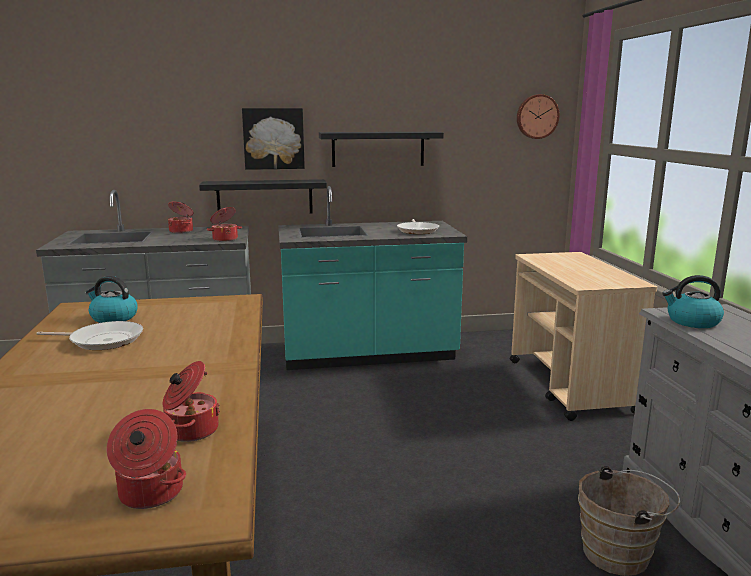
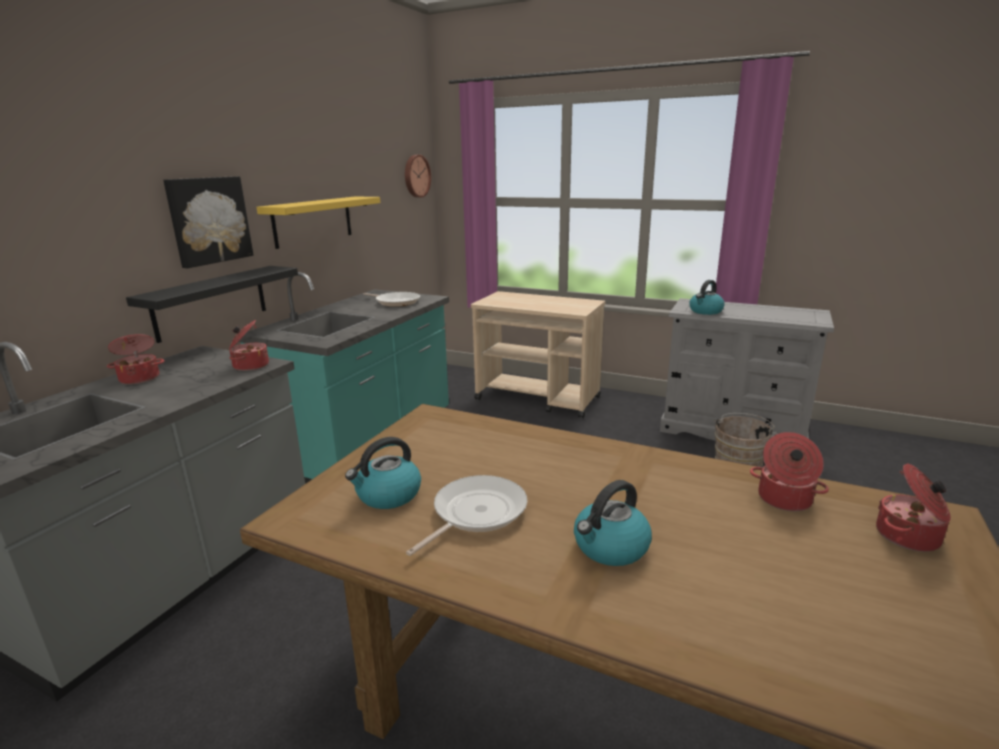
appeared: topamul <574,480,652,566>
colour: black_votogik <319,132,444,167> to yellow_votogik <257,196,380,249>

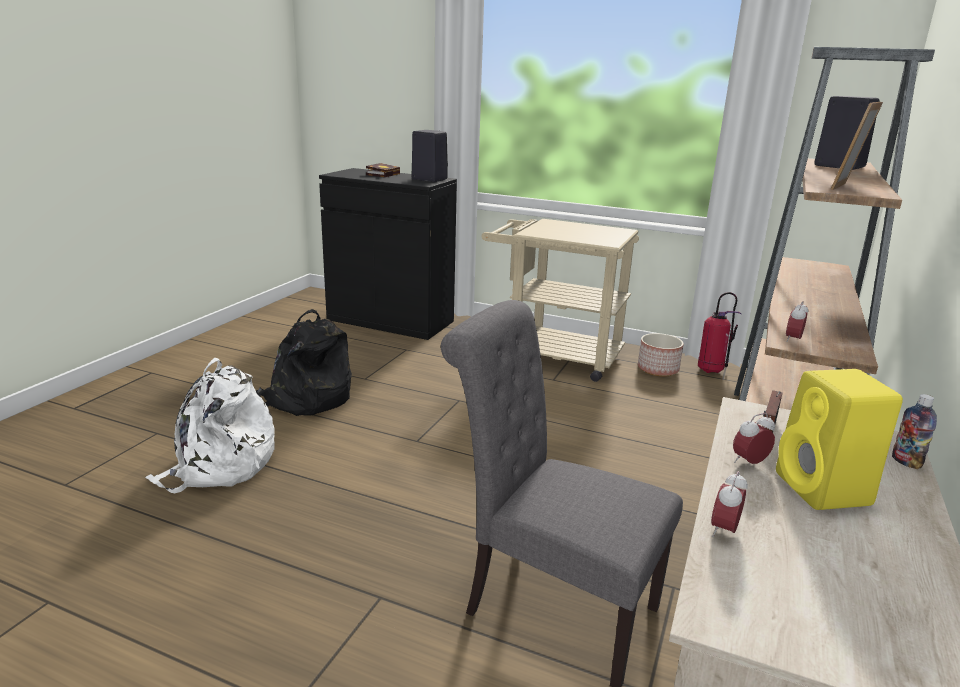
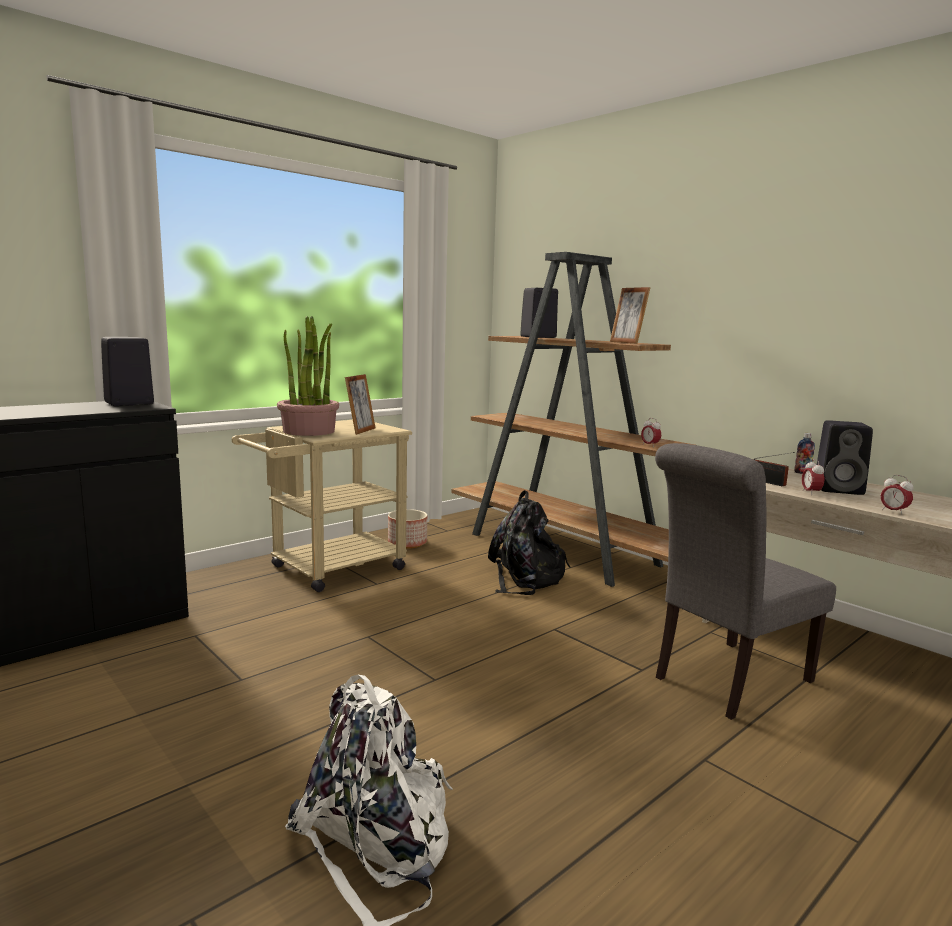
missing: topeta <366,163,400,177>; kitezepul <698,292,741,373>
appeared: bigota <277,316,339,436>; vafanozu <345,374,376,435>
relocated: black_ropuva <256,309,352,416> to <488,490,571,595>
colour: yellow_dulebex <776,369,903,510> to black_dulebex <817,420,873,495>

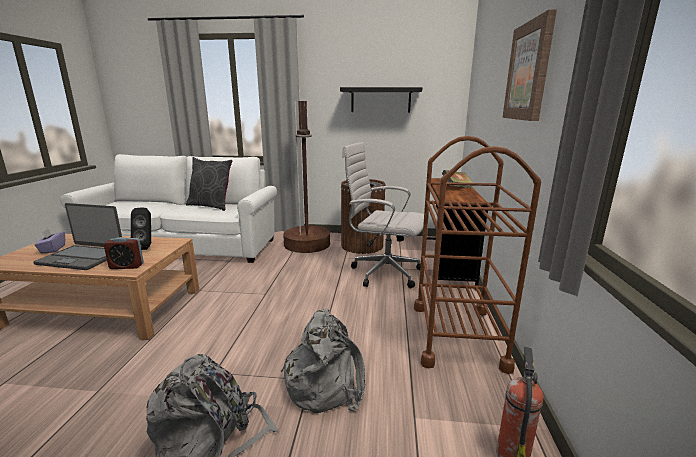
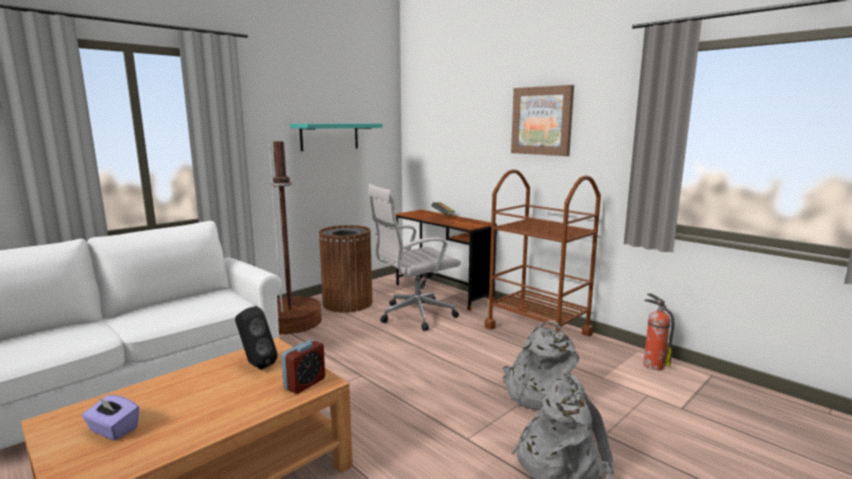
missing: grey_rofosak <186,157,232,211>; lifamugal <33,203,122,270>
colour: black_votogik <340,87,422,112> to turquoise_votogik <290,123,383,151>

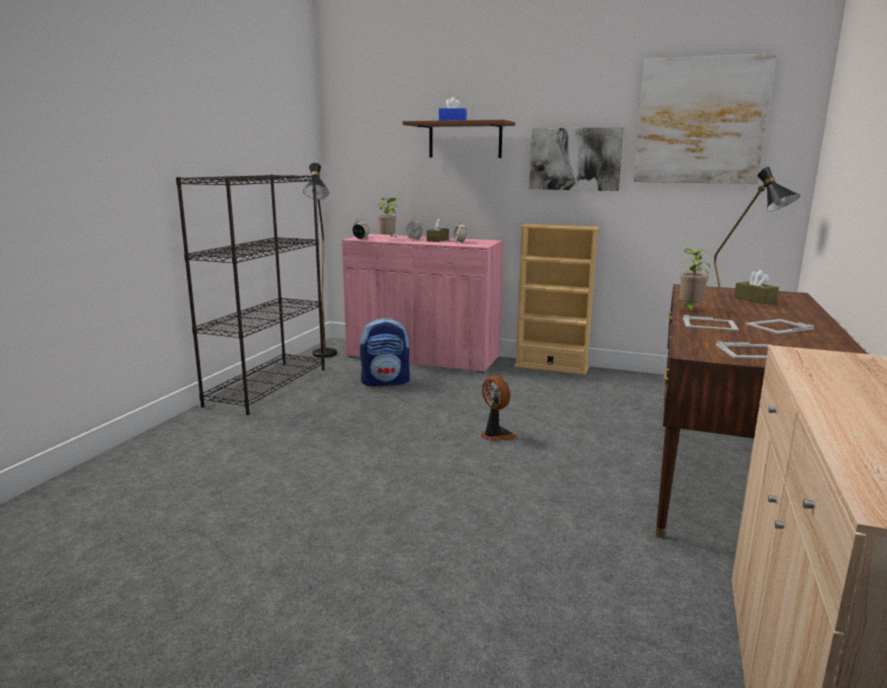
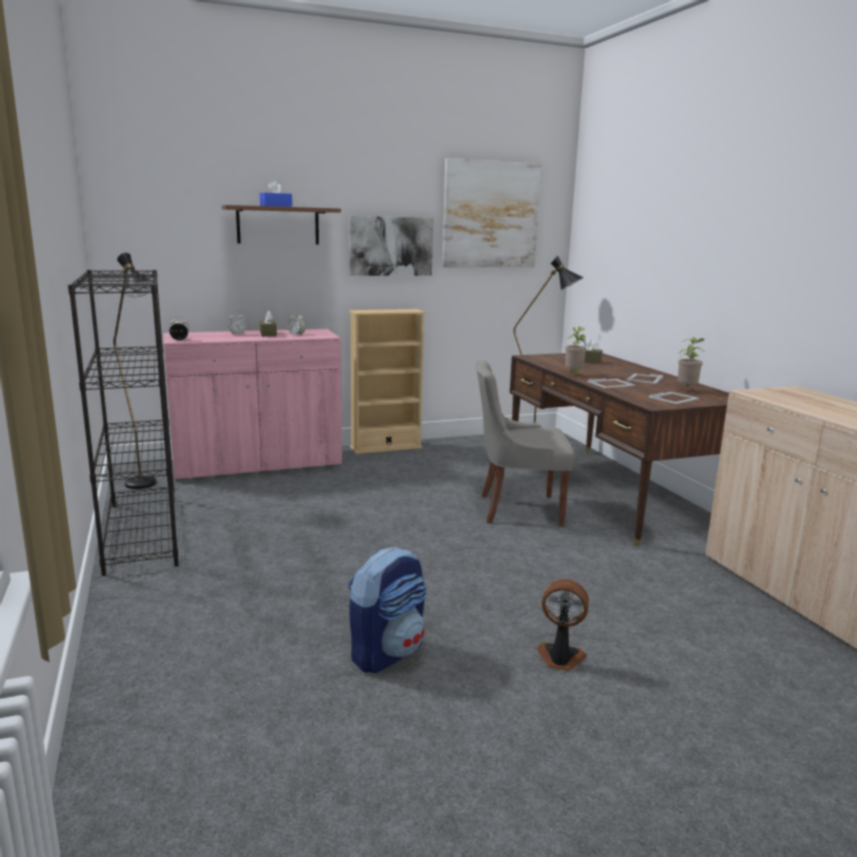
appeared: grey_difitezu <476,360,574,527>
relocated: bigota <378,198,399,238> to <678,337,704,387>; ropuva <360,318,410,386> to <348,546,427,673>; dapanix <481,375,517,440> to <537,579,589,671>

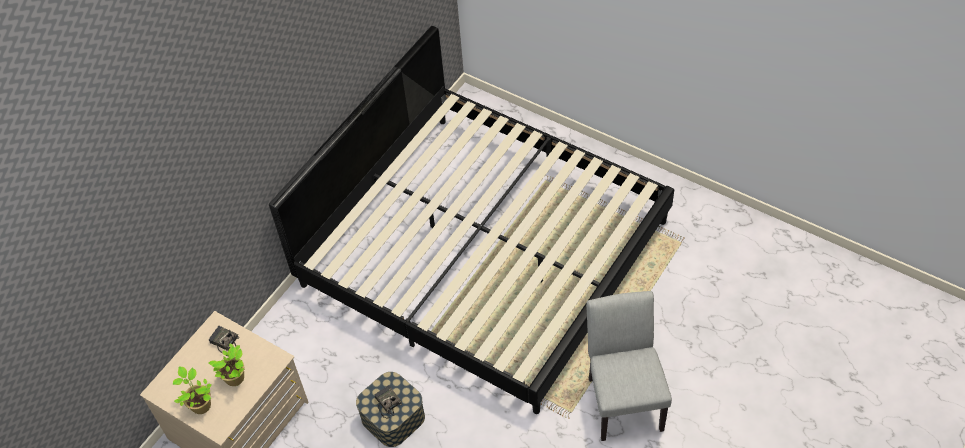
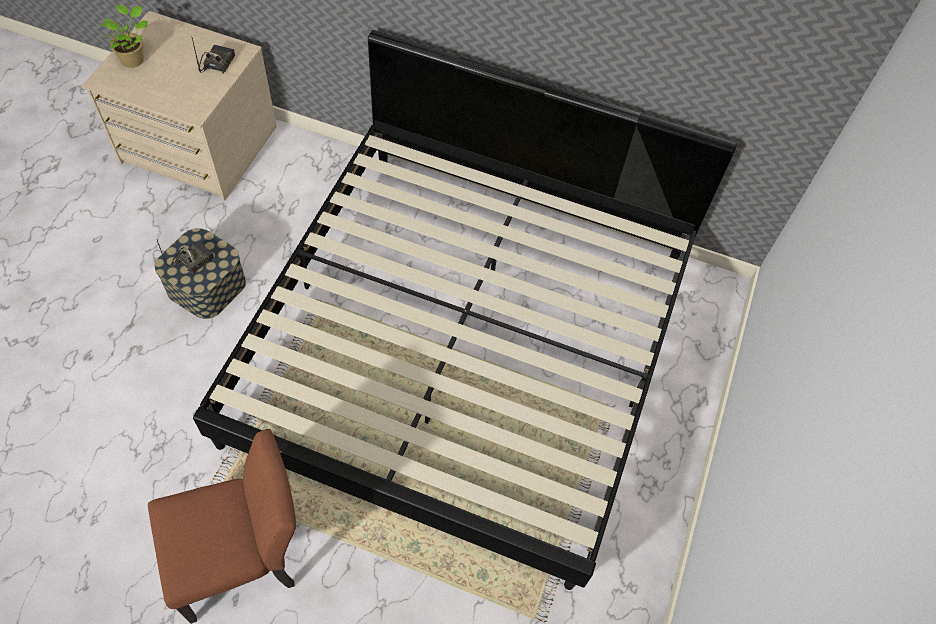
missing: bigota <209,344,244,386>
colour: grey_difitezu <586,291,672,441> to brown_difitezu <148,429,296,624>

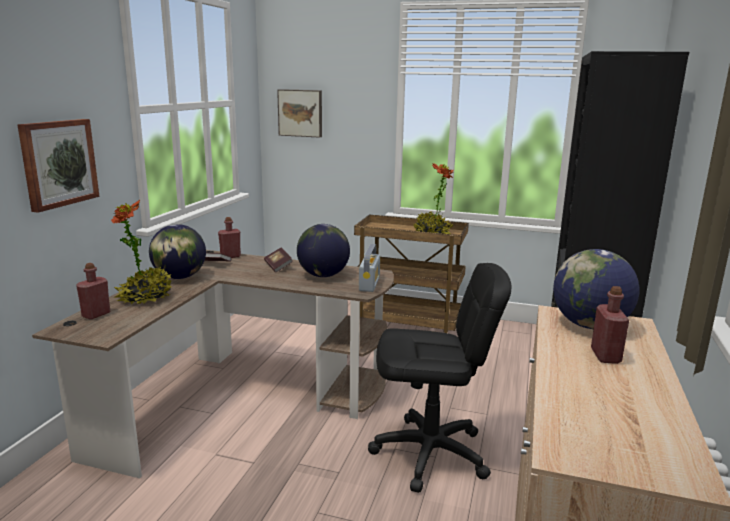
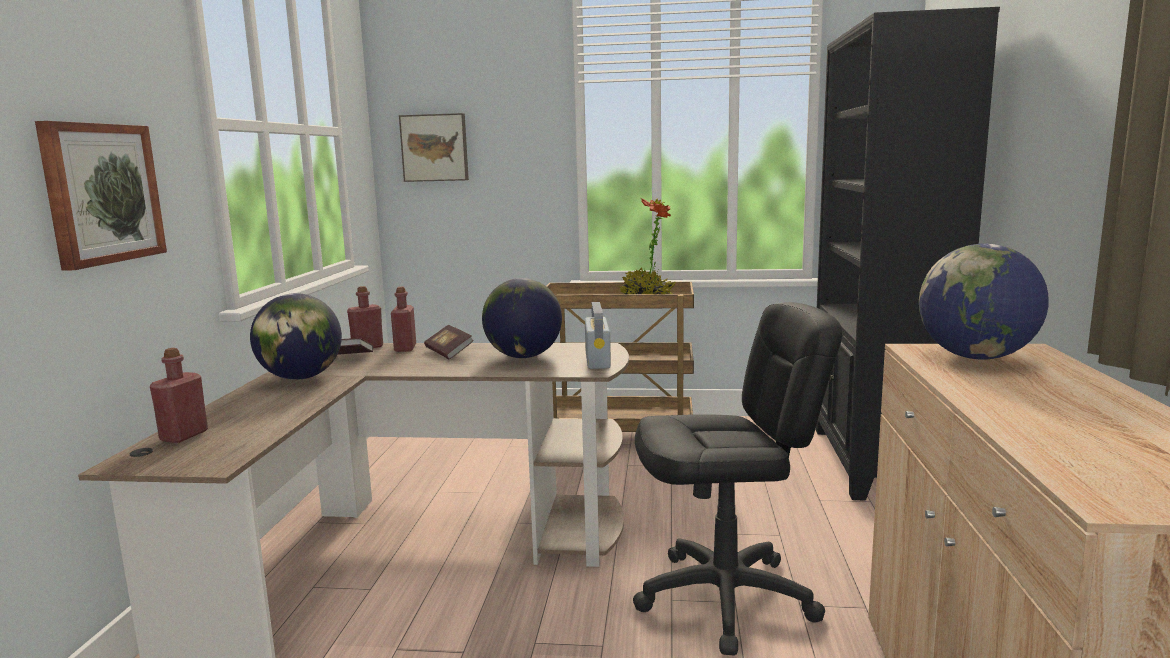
missing: bigota <111,200,172,304>
relocated: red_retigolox <591,286,629,364> to <391,287,416,352>

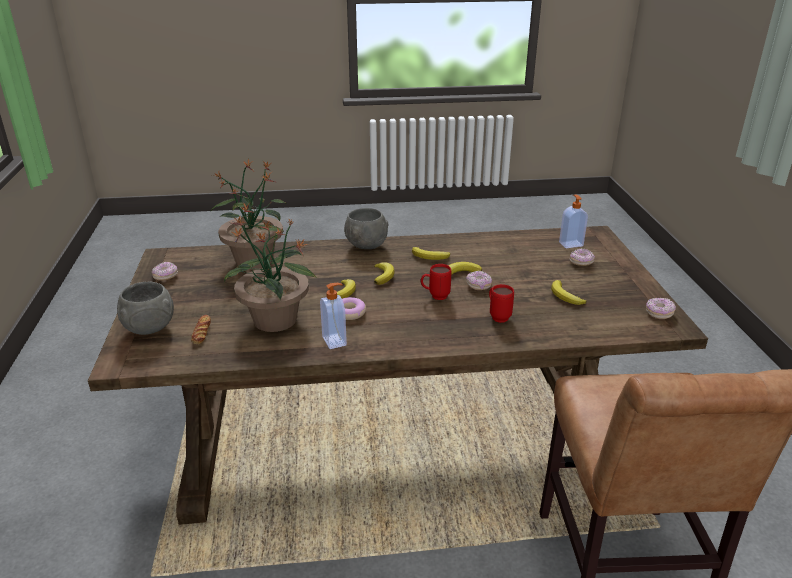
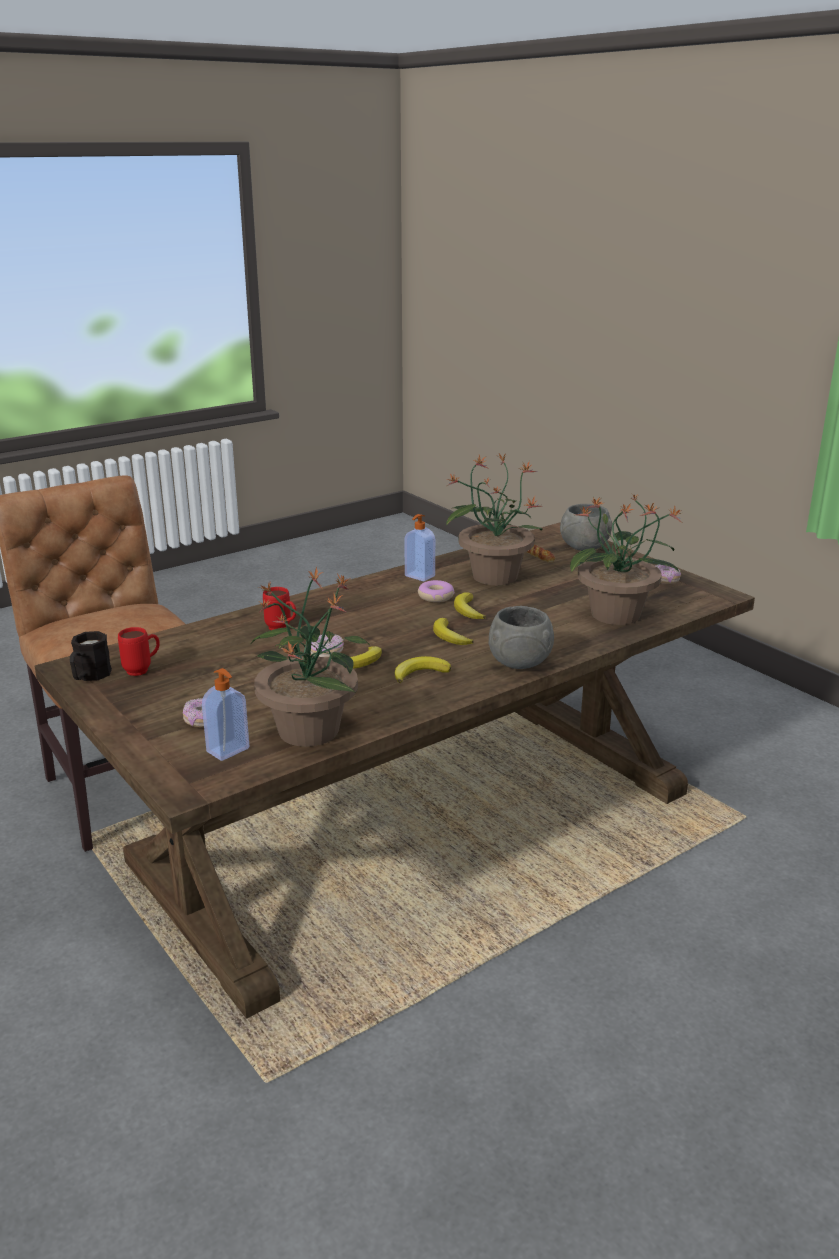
missing: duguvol <551,280,586,305>
appeared: bigota <251,566,370,747>
relocated: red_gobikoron <421,264,451,300> to <118,627,160,676>
exchanged: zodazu <646,298,676,319> to black_gobikoron <70,631,112,681>

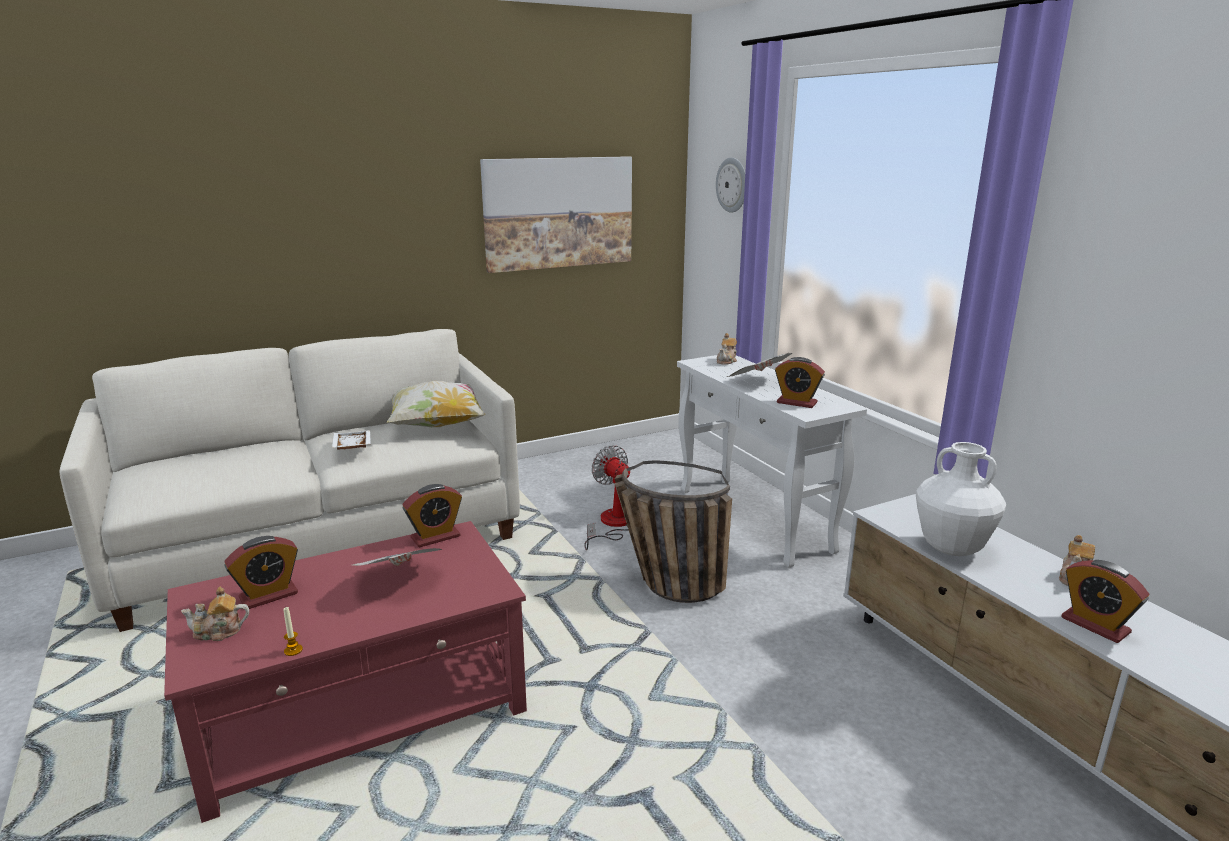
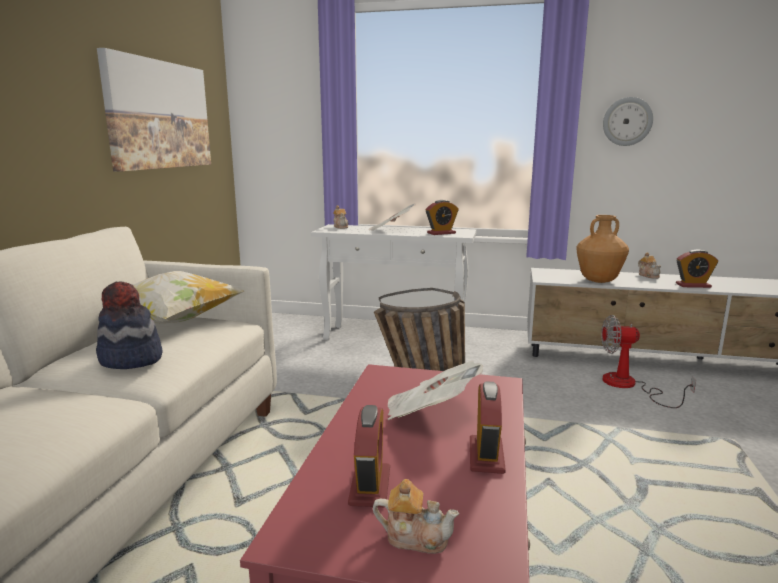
missing: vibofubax <283,607,303,656>
relocated: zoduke <716,158,745,213> to <603,97,653,146>; dapanix <584,445,630,550> to <601,315,696,408>; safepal <402,484,462,548> to <470,381,506,474>
exchanged: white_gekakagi <332,430,371,450> to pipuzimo <96,282,162,369>
colour: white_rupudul <916,442,1006,556> to brown_rupudul <576,215,629,283>
spun: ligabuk <181,587,249,641> = <373,479,459,554> 105 degrees counterclockwise

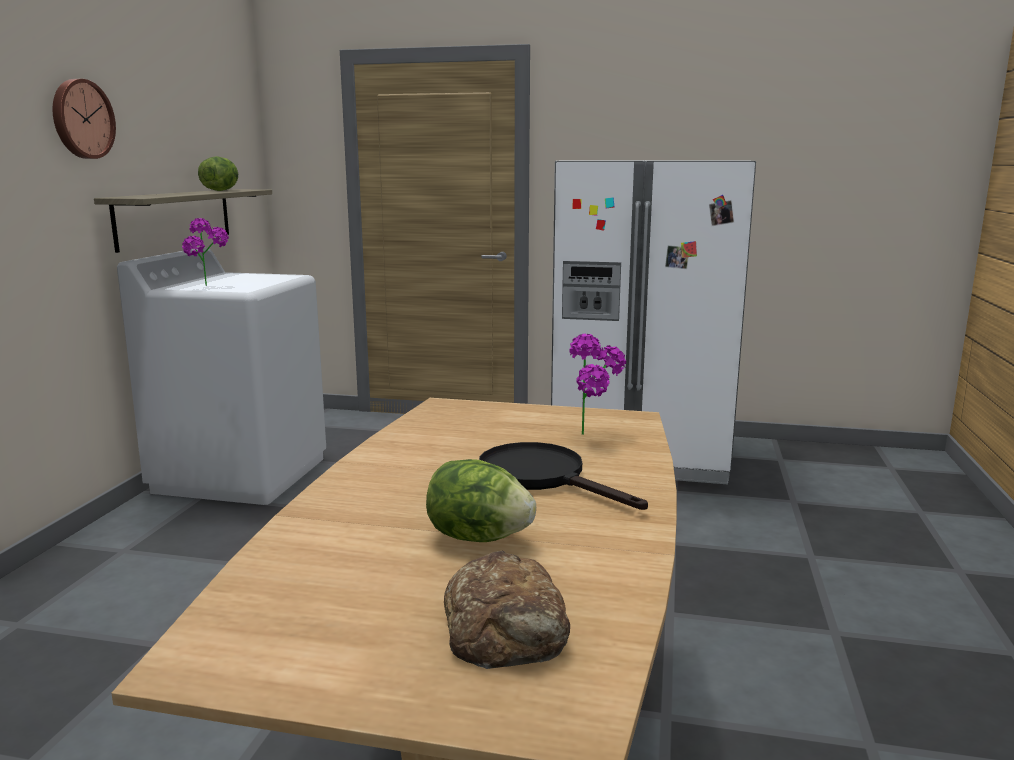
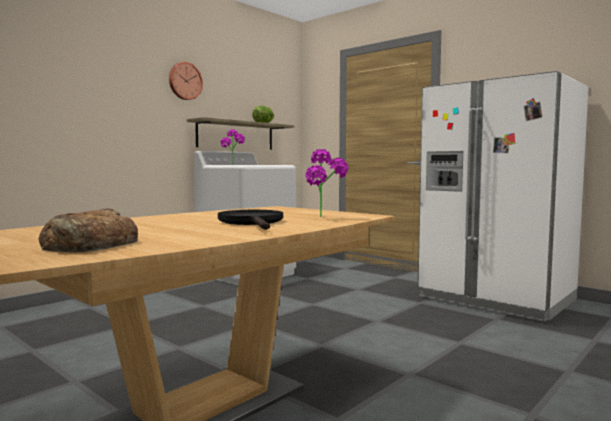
missing: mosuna <426,459,536,542>

